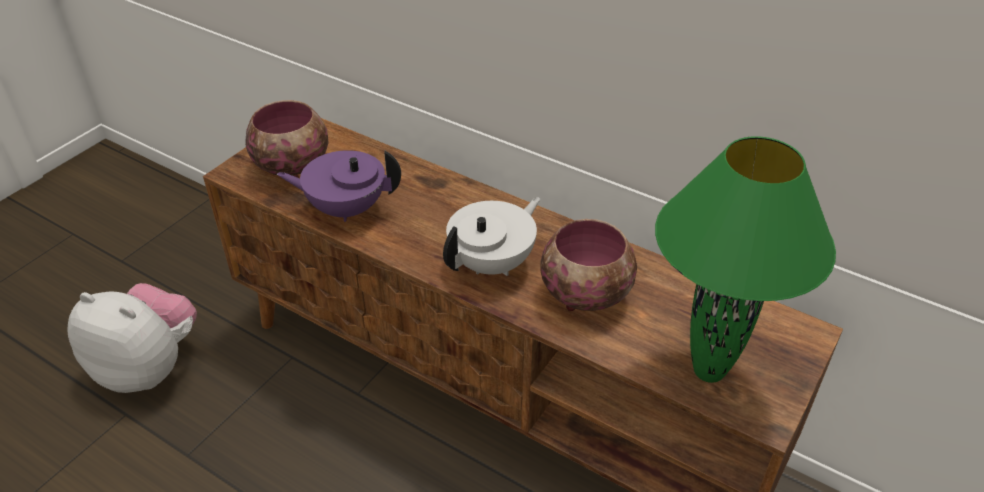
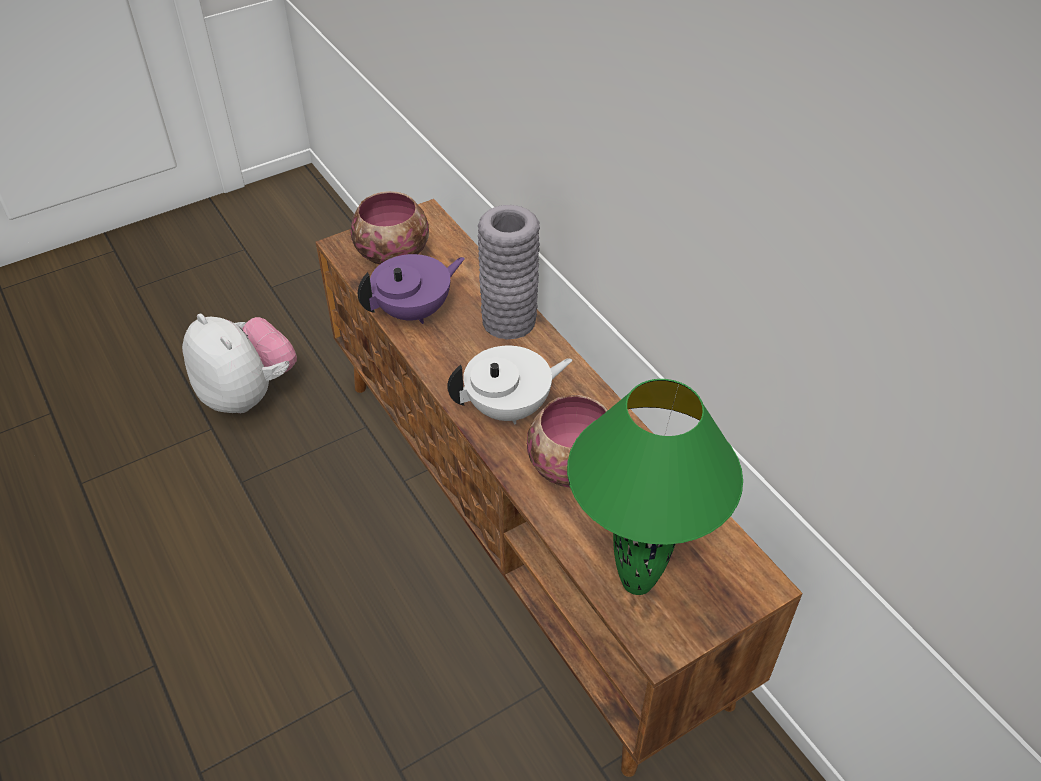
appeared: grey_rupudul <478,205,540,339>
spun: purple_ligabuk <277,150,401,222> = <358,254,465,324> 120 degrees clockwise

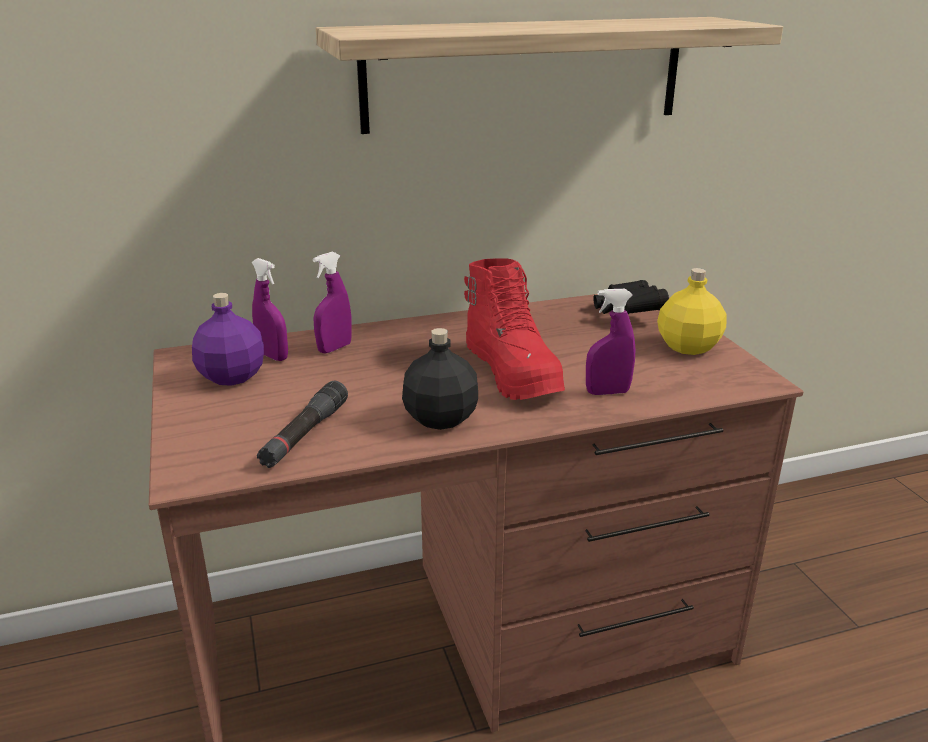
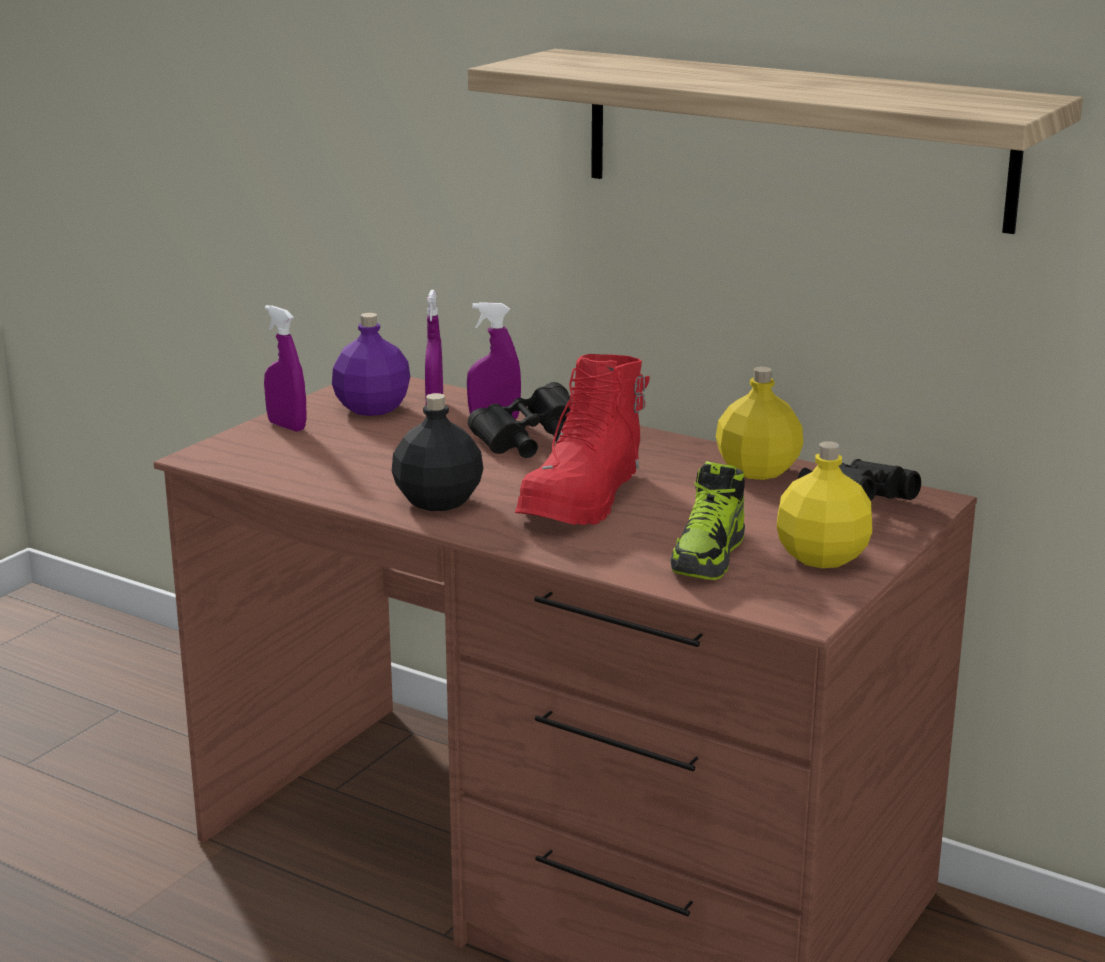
missing: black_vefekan <257,381,348,468>
appeared: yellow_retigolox <716,367,803,480>; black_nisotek <468,382,572,458>; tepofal <670,461,745,580>
relocated: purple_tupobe <586,289,636,395> to <264,305,307,432>

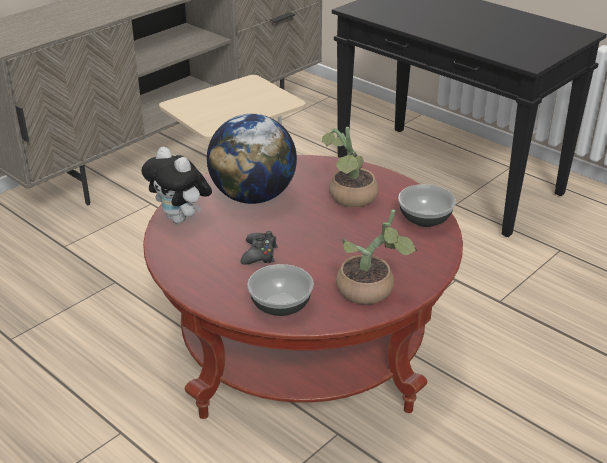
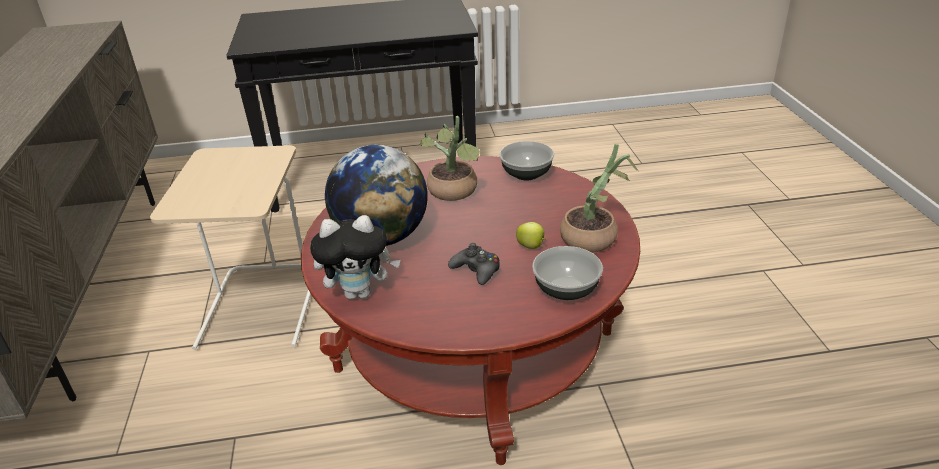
appeared: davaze <516,222,546,249>

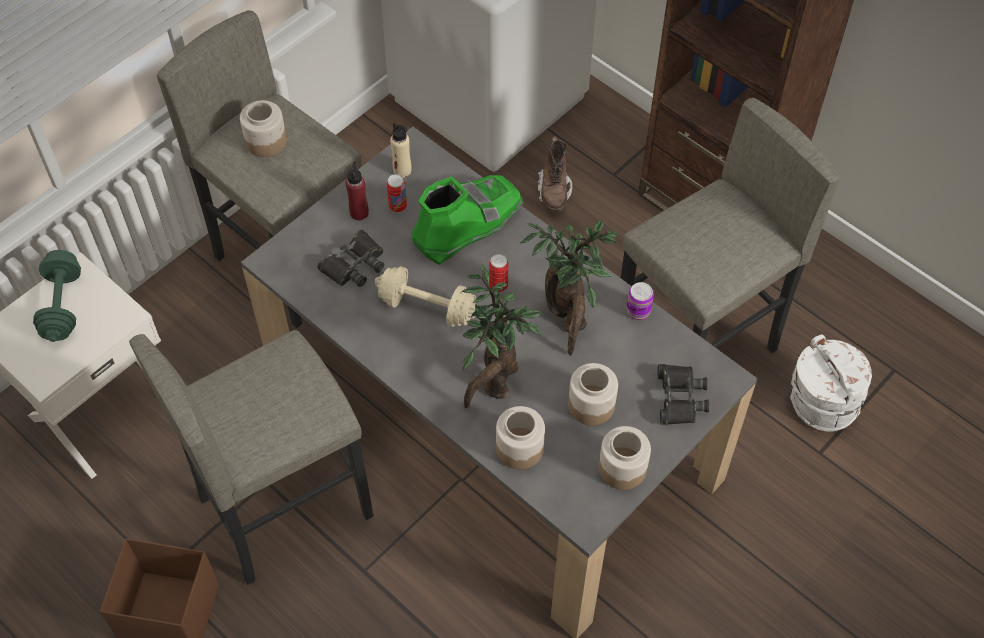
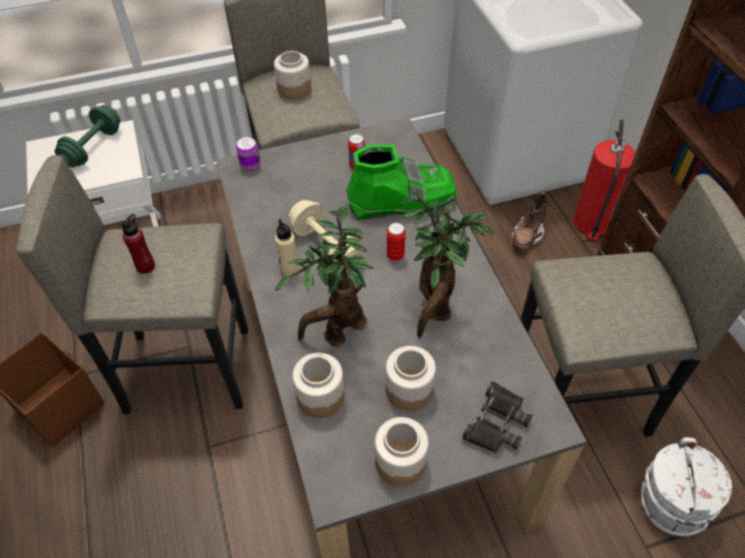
missing: black_nisotek <317,230,385,287>
appeared: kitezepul <573,120,636,242>
relocated: beige_retigolox <390,123,412,178> to <275,219,299,276>; red_retigolox <346,161,369,220> to <121,214,155,274>; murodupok <626,282,654,320> to <236,137,260,172>

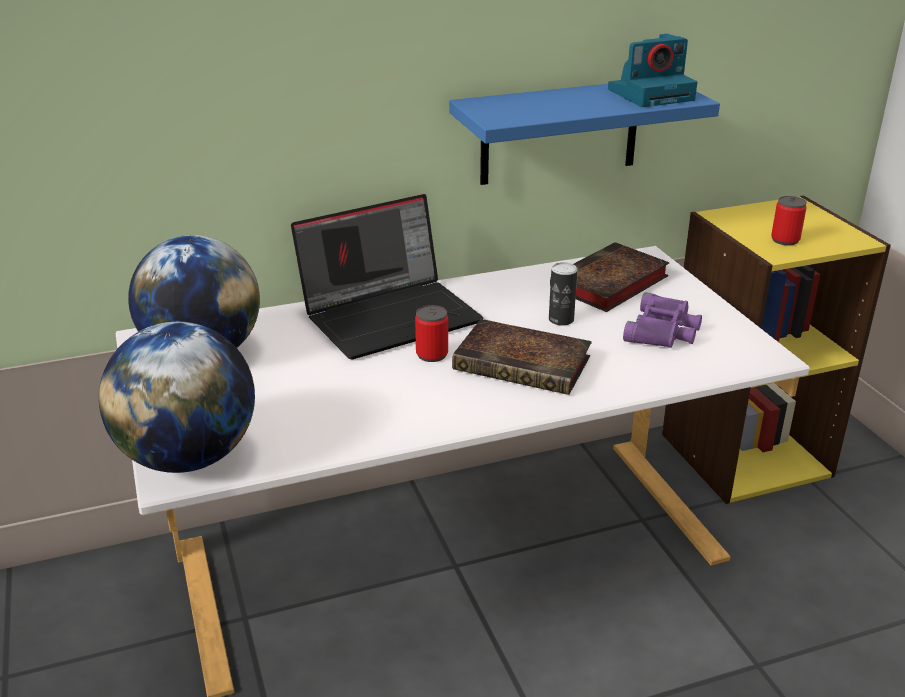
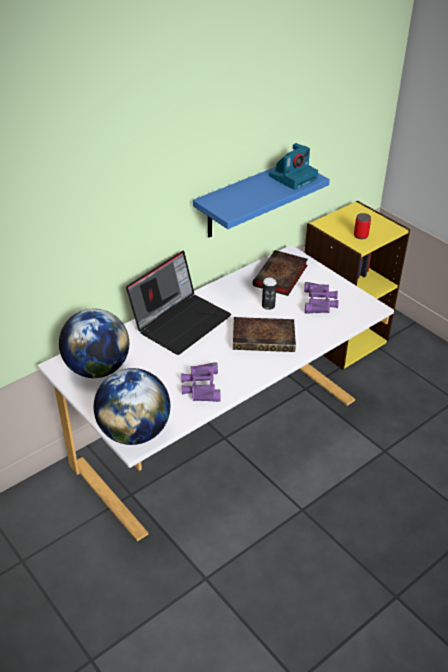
missing: murodupok <415,305,448,362>
appeared: purple_nisotek <181,362,221,402>

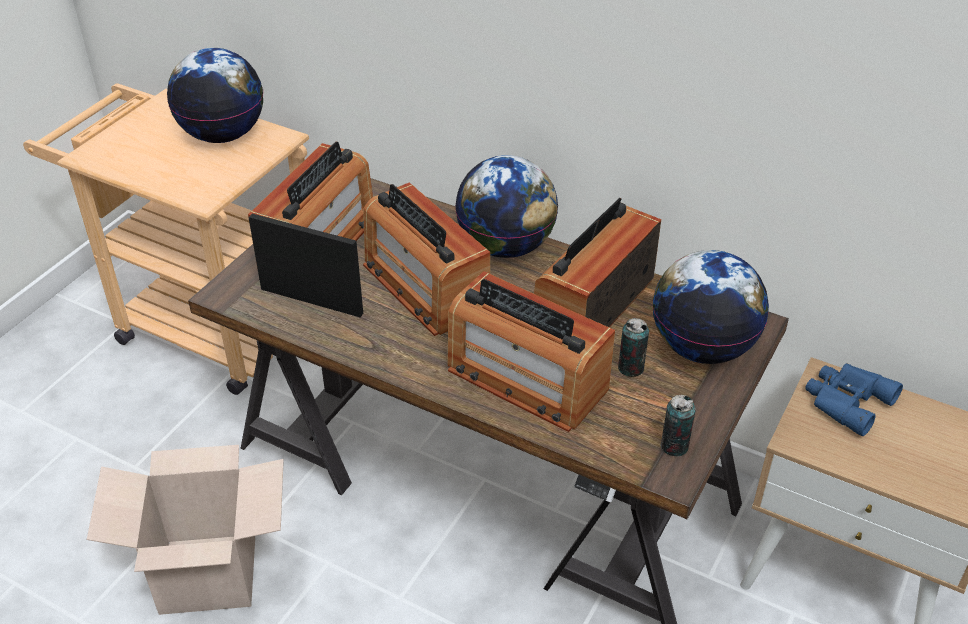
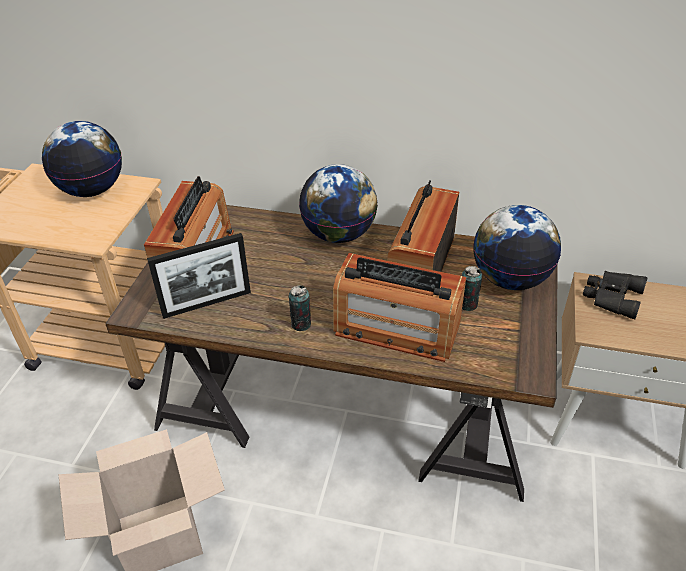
missing: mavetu <363,182,490,336>
relocated: murodupok <660,395,696,457> to <288,285,311,331>
colour: blue_nisotek <806,363,903,436> to black_nisotek <583,271,648,319>
spun: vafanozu <249,214,363,317> = <147,233,251,319> 150 degrees clockwise

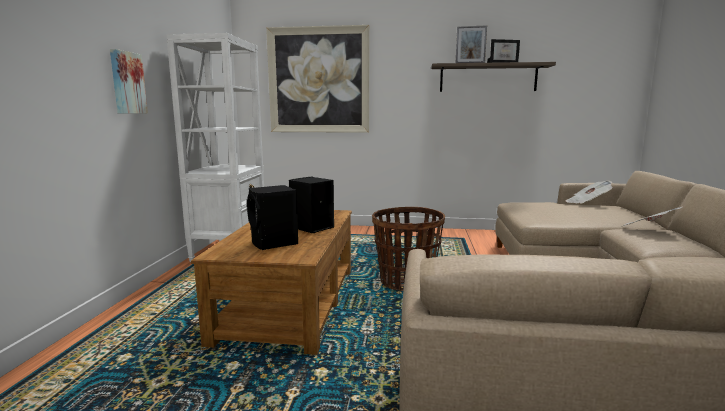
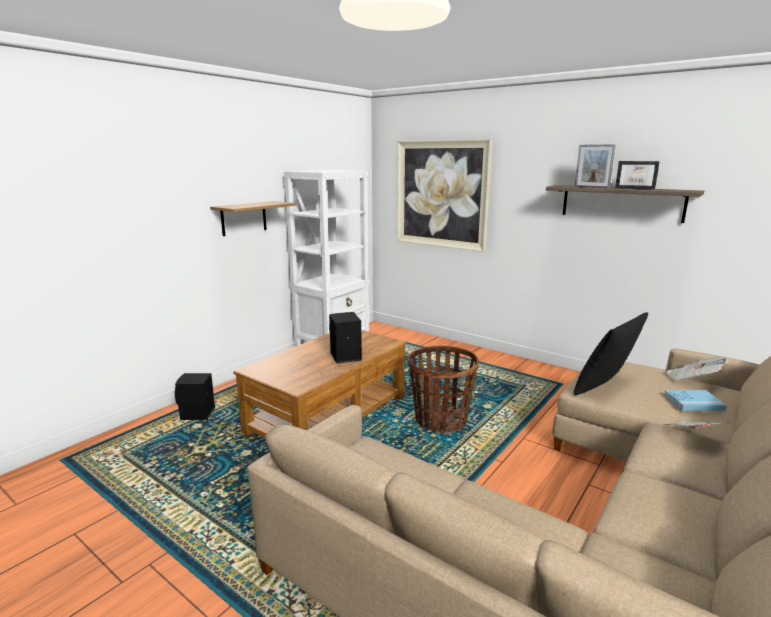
appeared: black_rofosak <574,312,648,395>; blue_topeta <664,390,727,411>
relocated: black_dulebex <247,185,298,250> to <175,373,215,420>
exchanged: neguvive <110,49,148,113> to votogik <210,201,295,236>

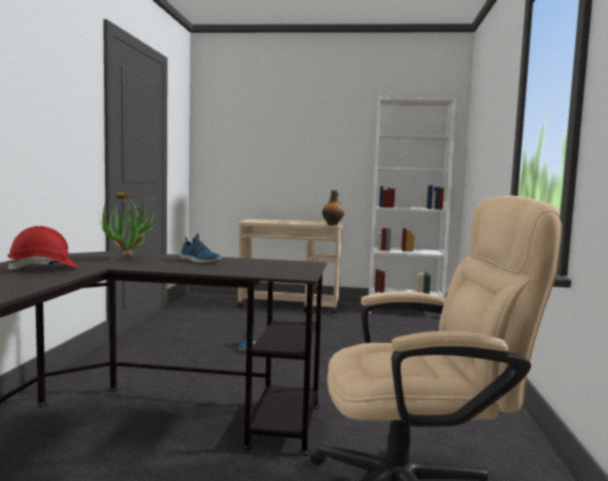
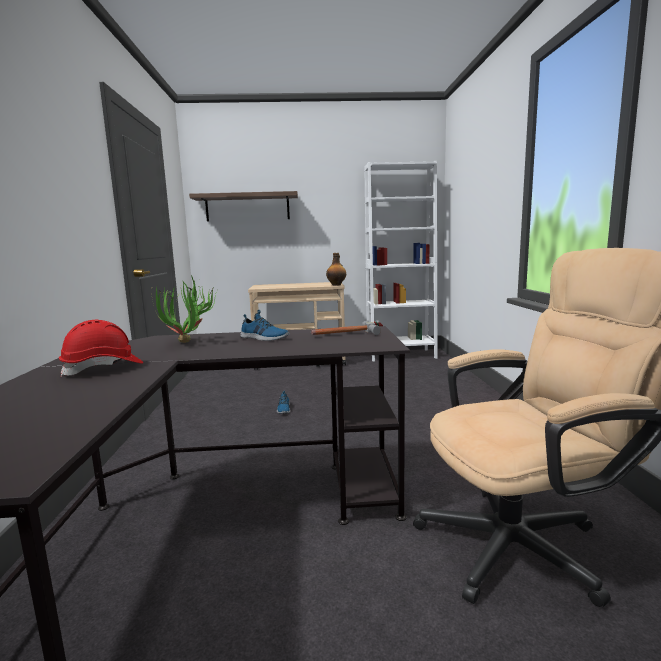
appeared: votogik <189,191,298,221>; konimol <311,321,381,335>

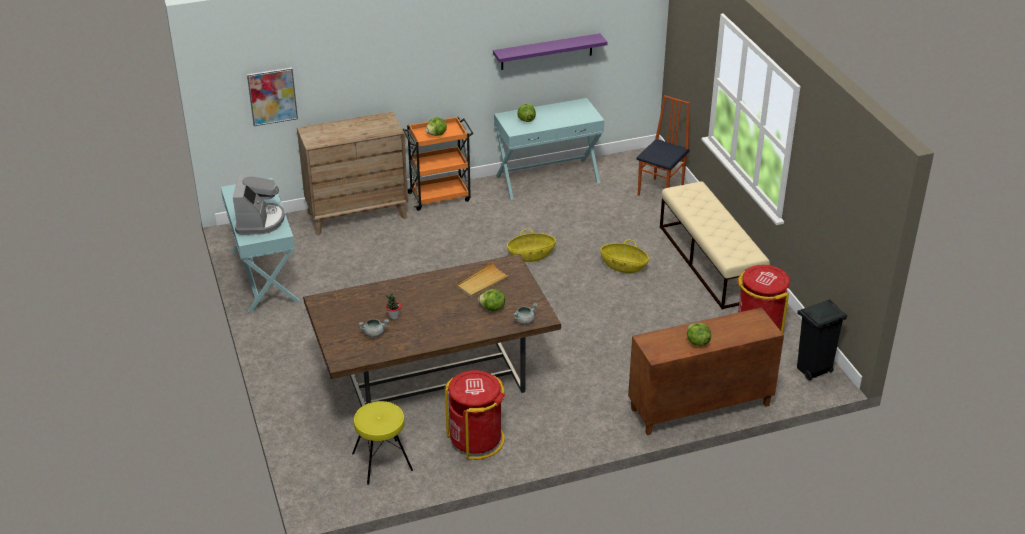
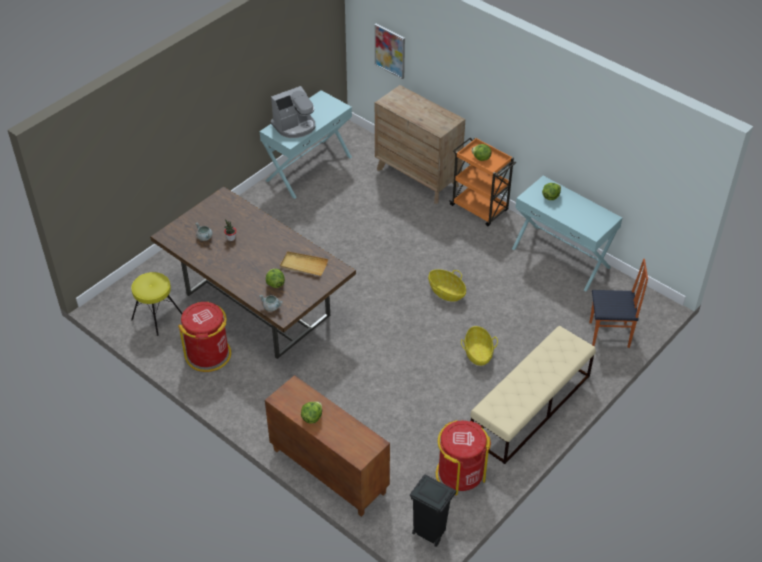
missing: purple_votogik <493,33,608,70>

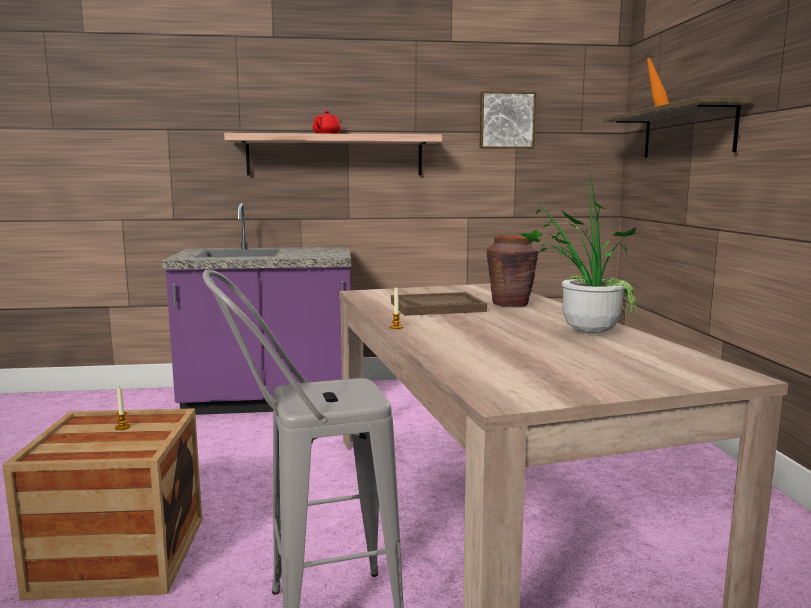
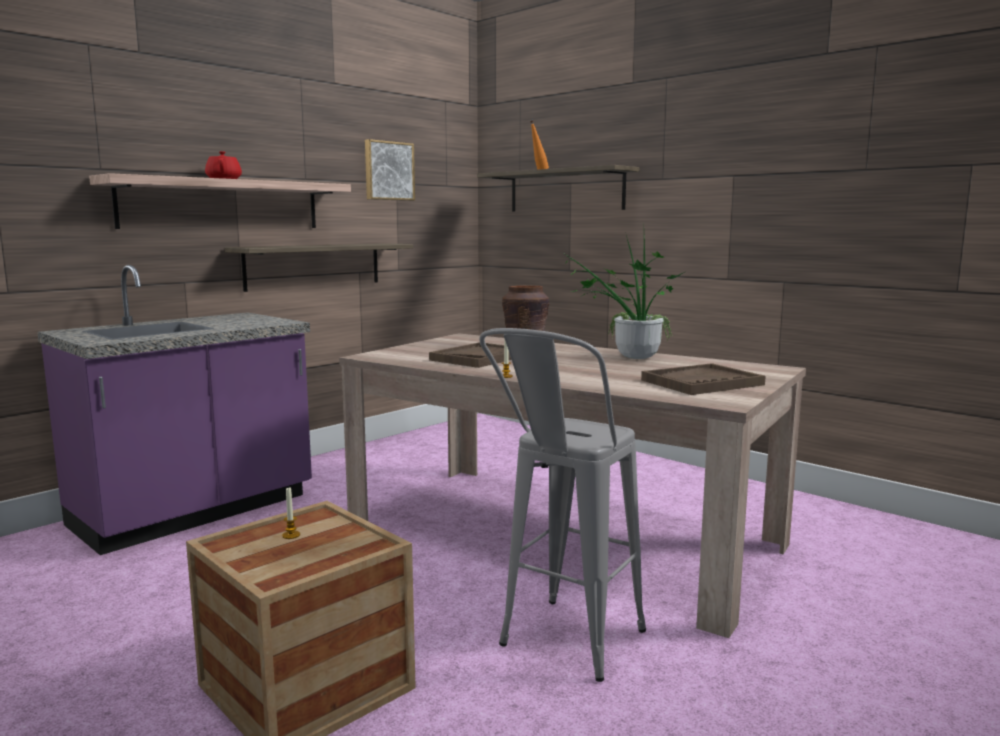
appeared: votogik <225,243,413,292>; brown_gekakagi <641,363,766,395>

